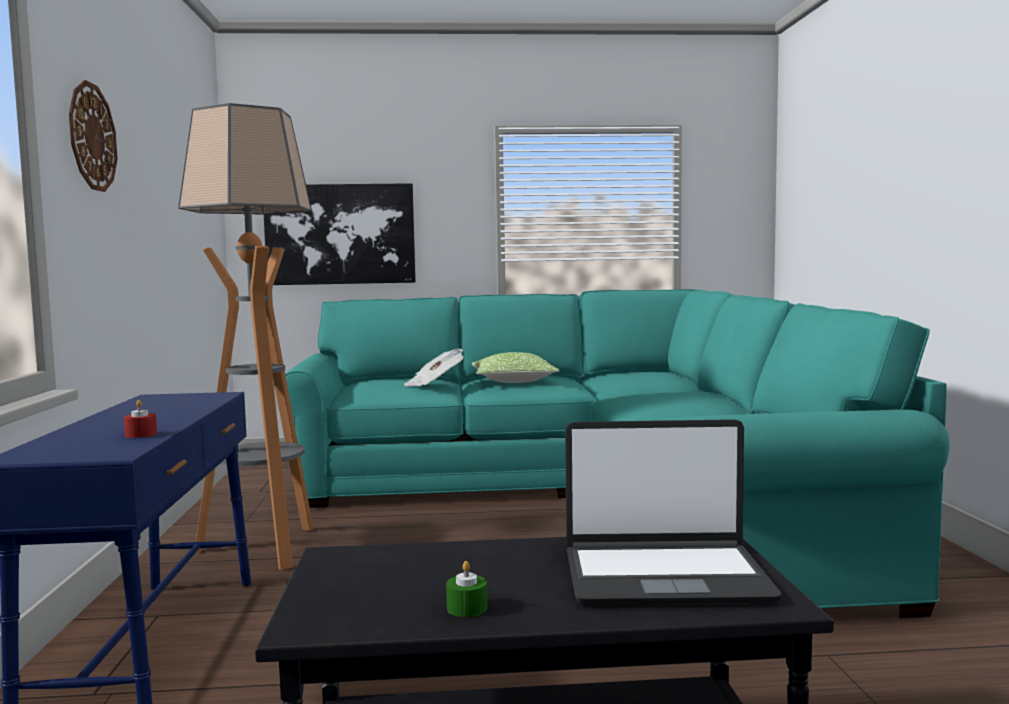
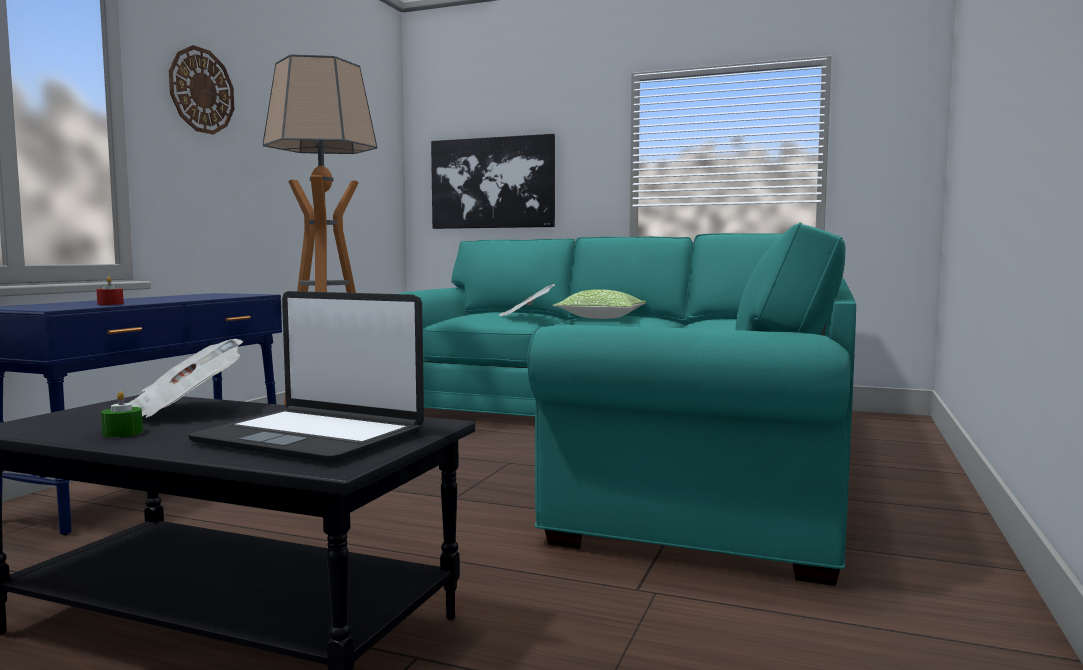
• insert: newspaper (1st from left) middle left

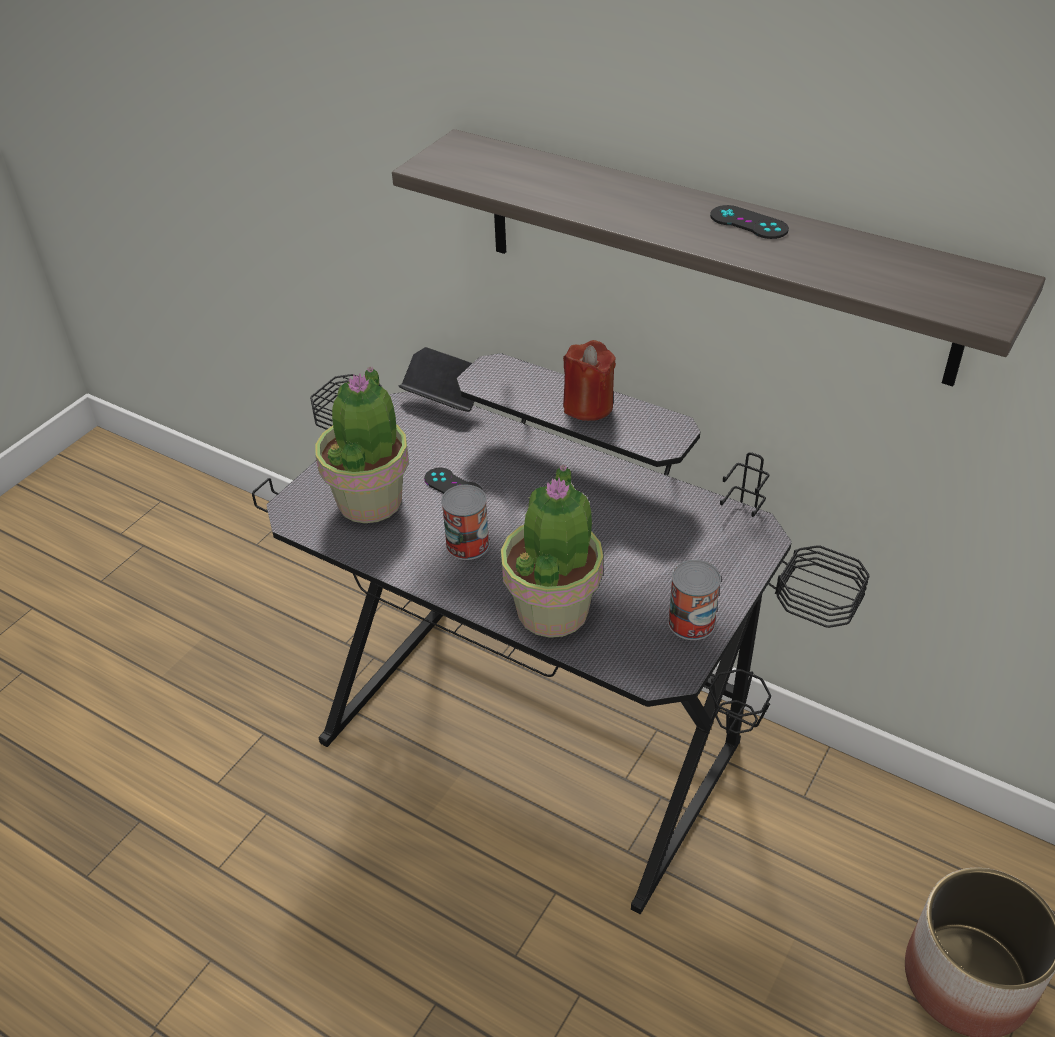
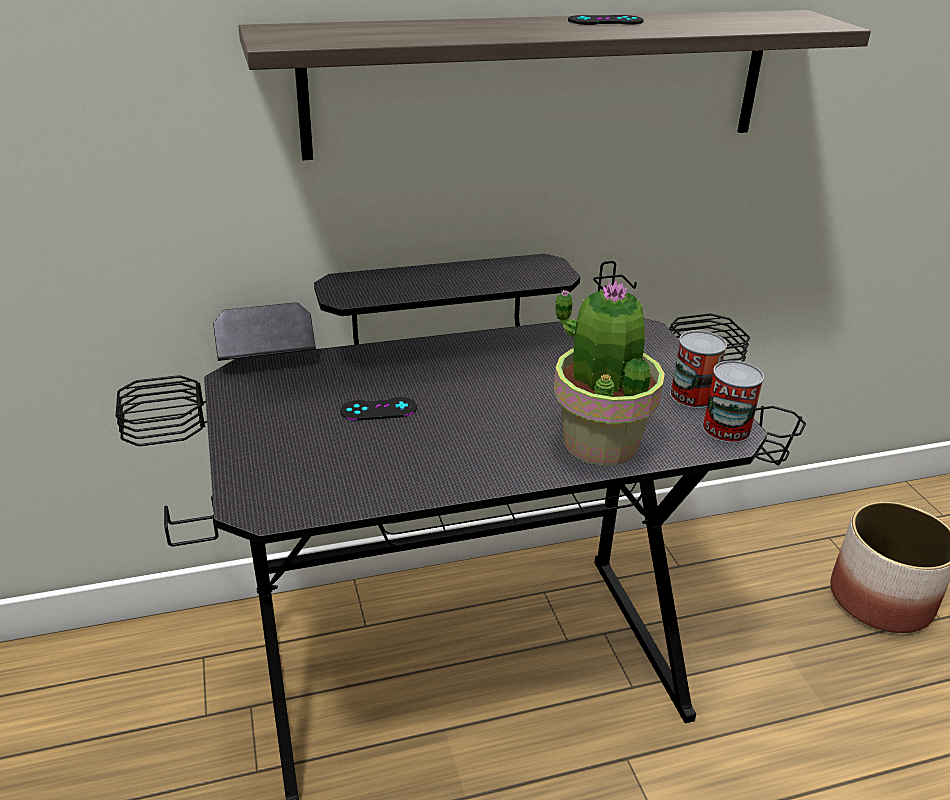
• delete: potted plant (1st from left) centre
• move: can (1st from left in the first image) centre to can (2nd from left) middle right
• delete: red candle centre

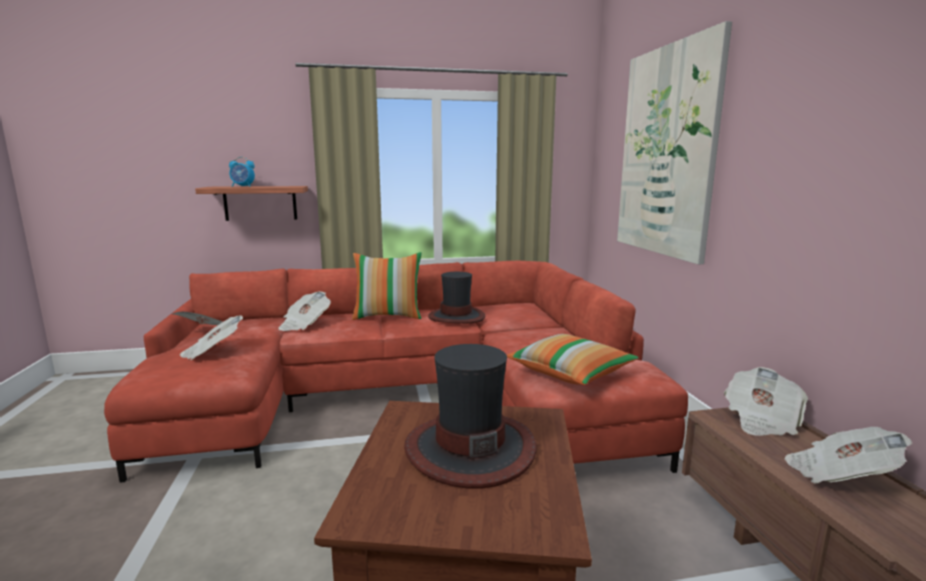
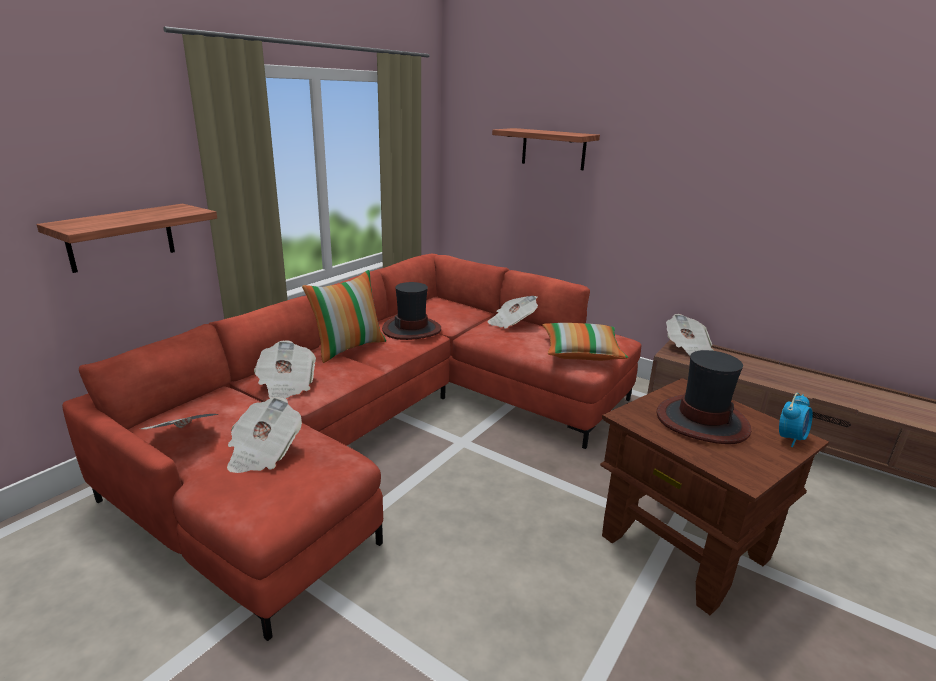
• move: alarm clock top left to middle right
• replace: picture top right to shelf (2nd from left) top centre
• move: newspaper (5th from left in the first image) bottom right to newspaper (4th from left) centre

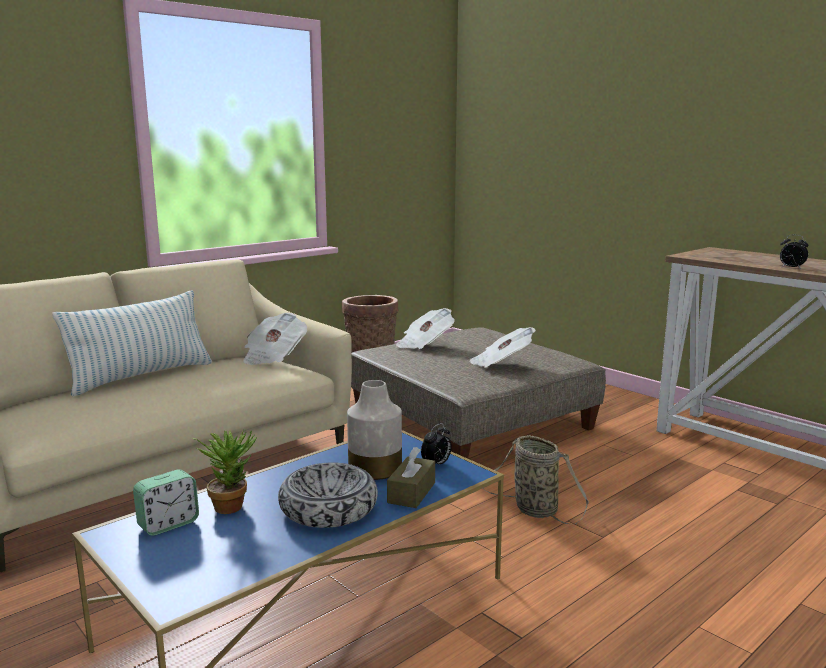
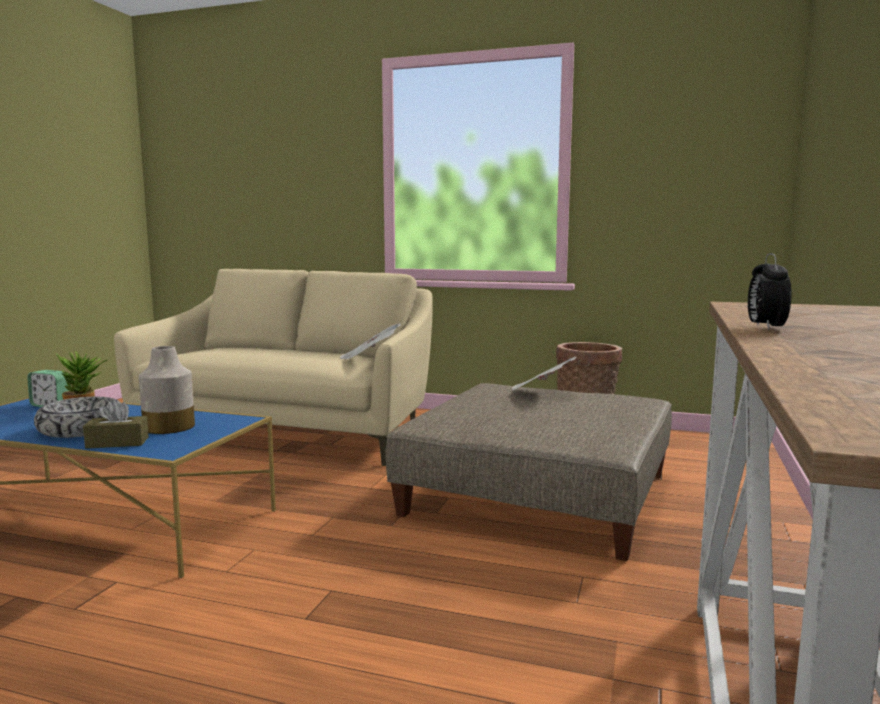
• delete: pillow middle left
• delete: alarm clock (2nd from left) centre
• delete: newspaper (3rd from left) centre
• delete: basket (2nd from left) bottom centre

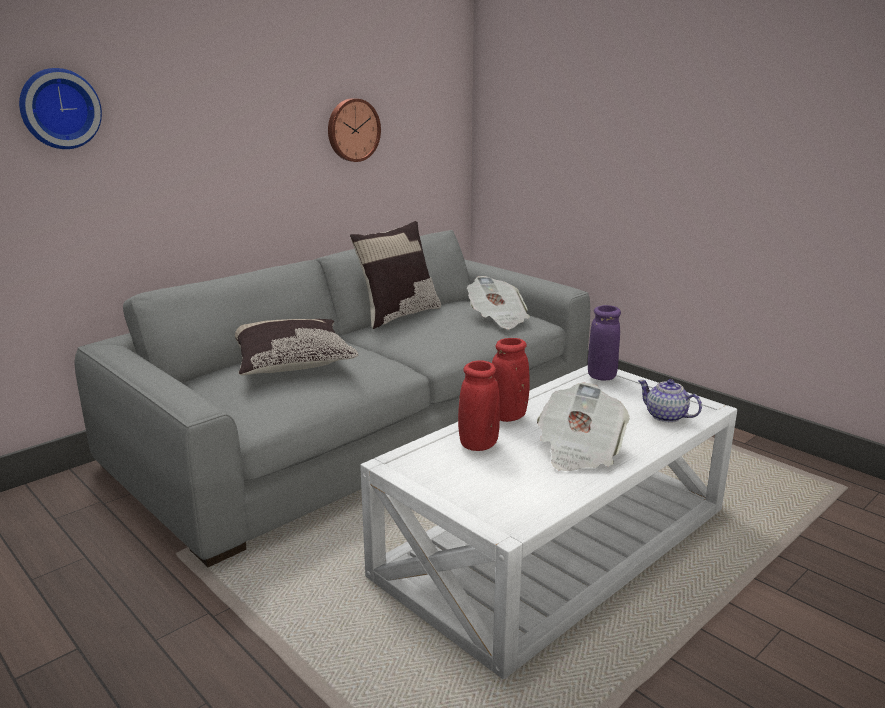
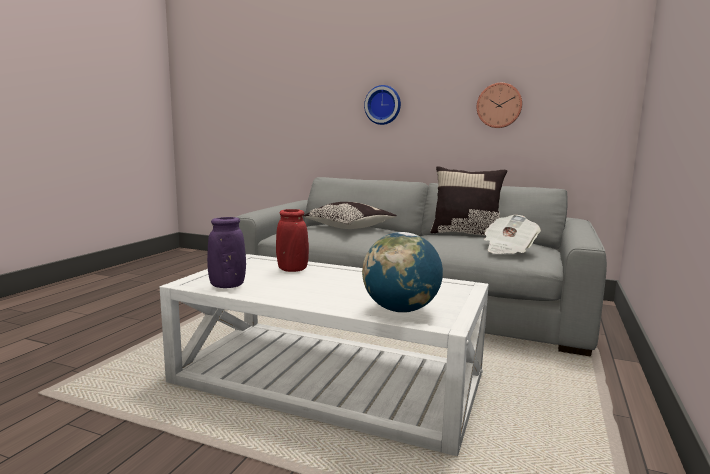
• move: wall clock (1st from left) top left to top centre
• delete: red vase (2nd from left) centre
• delete: newspaper (2nd from left) centre
• move: purple vase middle right to middle left
• replace: teapot middle right to globe centre

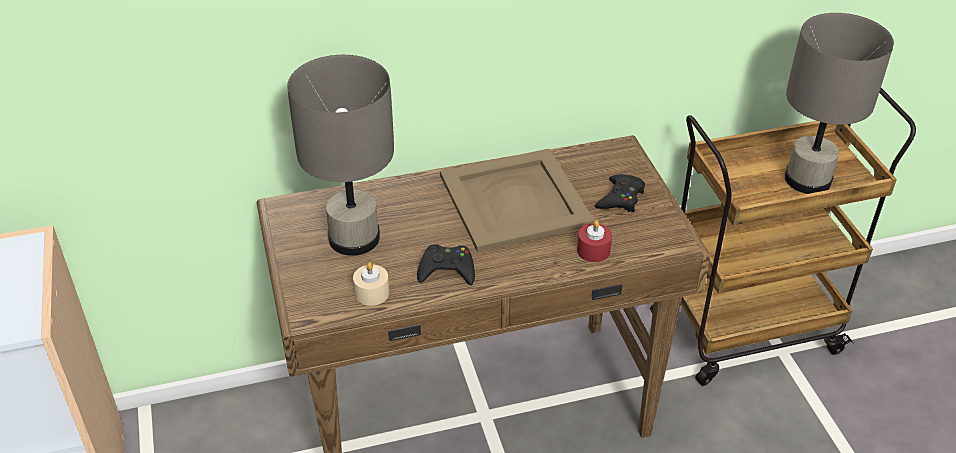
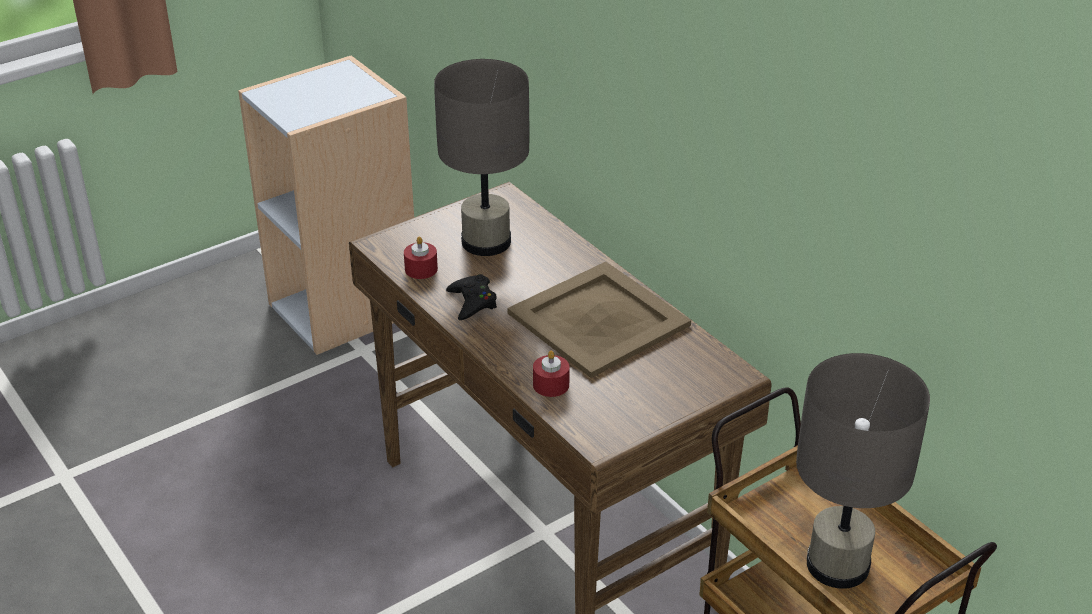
• recolor: beige candle centre to red candle (1st from left) centre
• delete: black game controller (2nd from left) centre

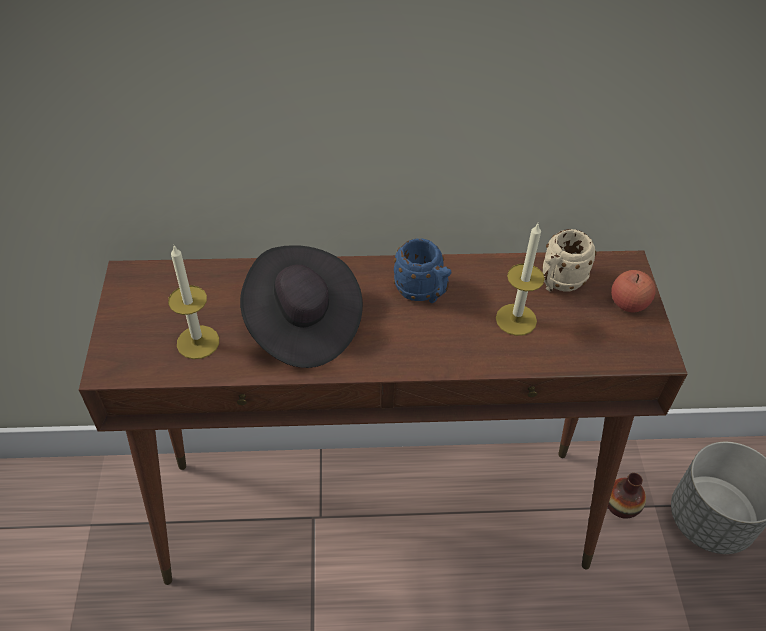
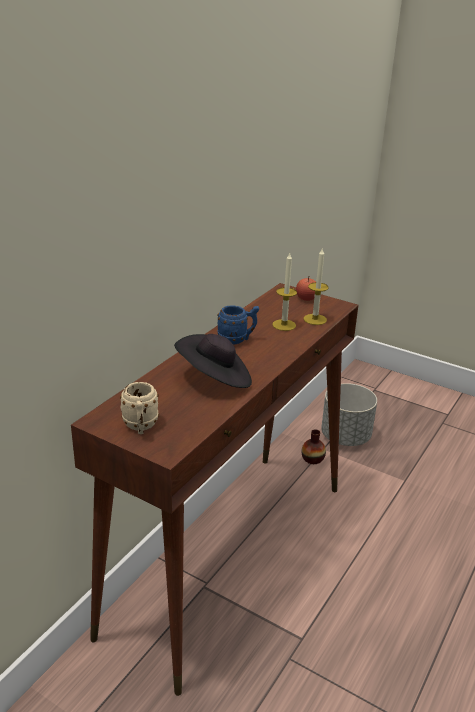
• move: candle (1st from left in the first image) middle left to candle (2nd from left) centre
• move: beige mug middle right to middle left

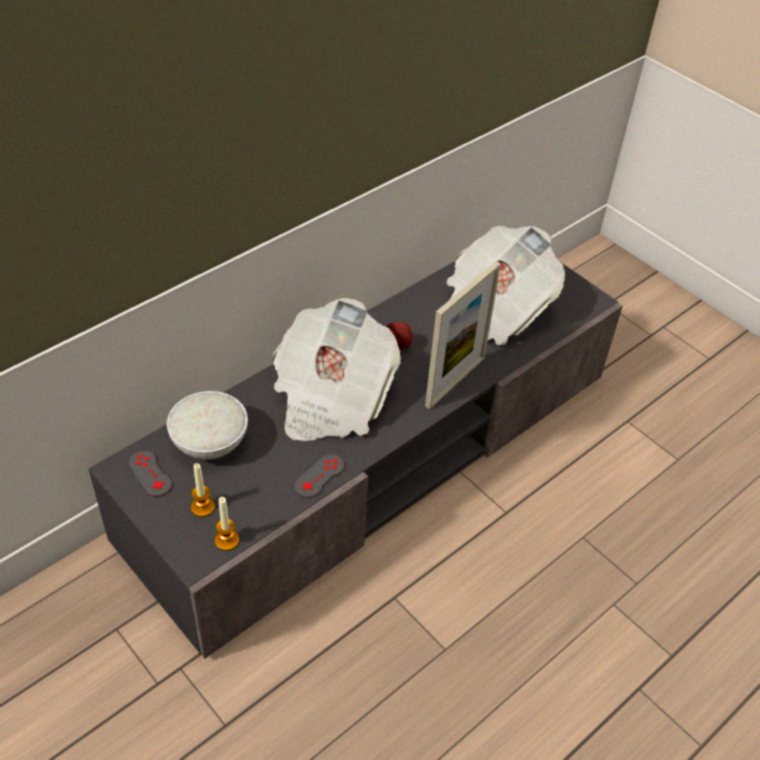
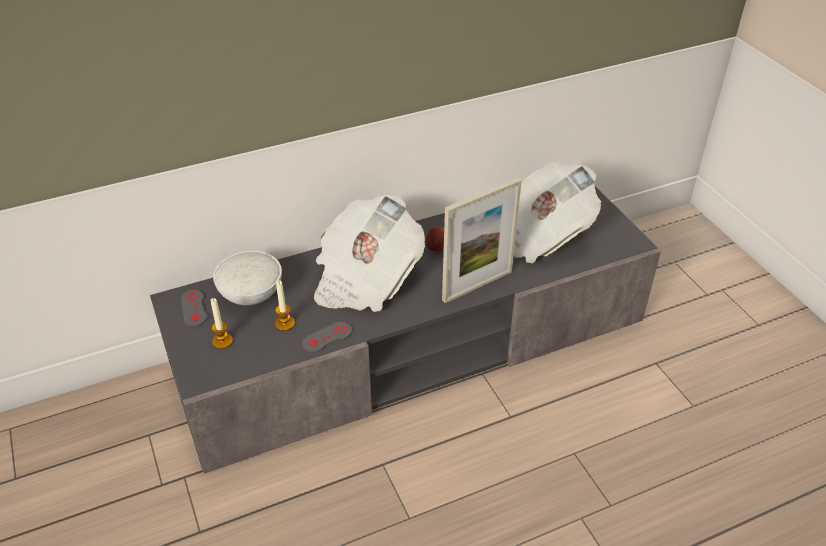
• move: candle (2nd from left) bottom left to centre

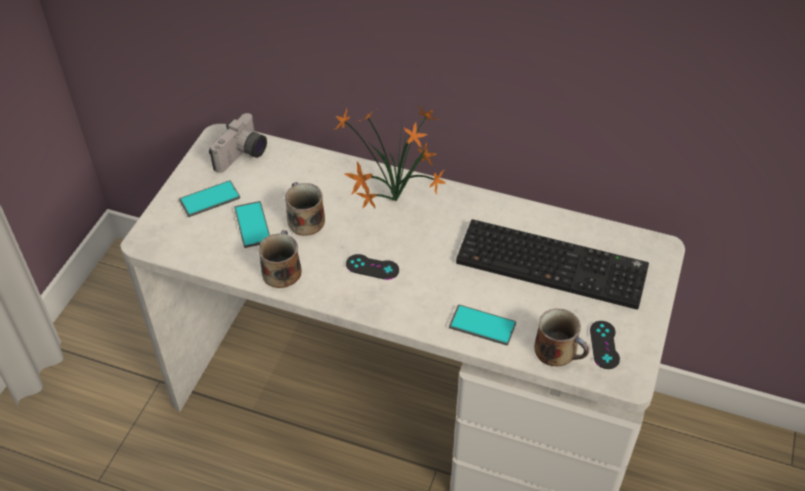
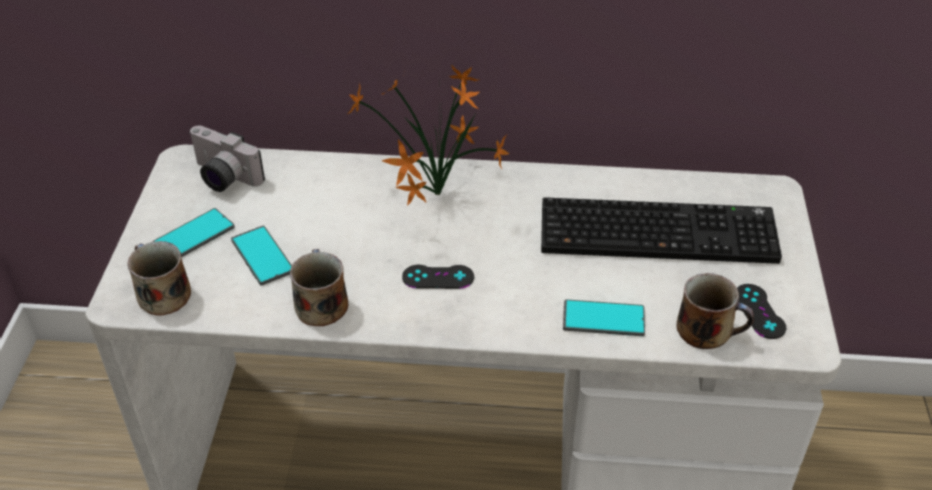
• rotate: photo camera top left = top left 105 degrees clockwise
• move: mug (2nd from left in the first image) centre to mug (1st from left) middle left

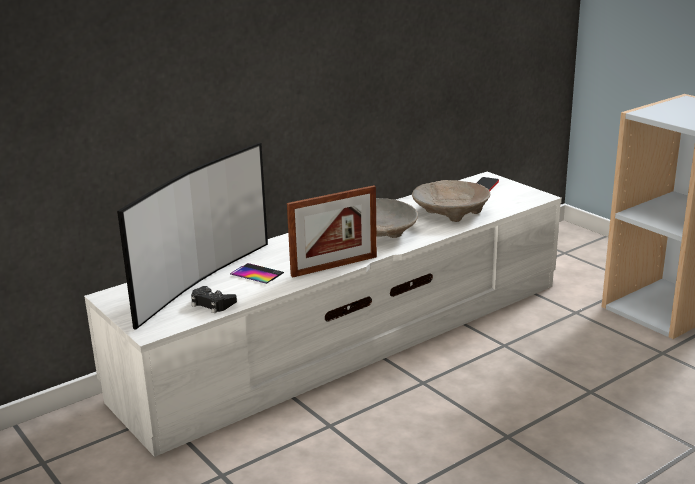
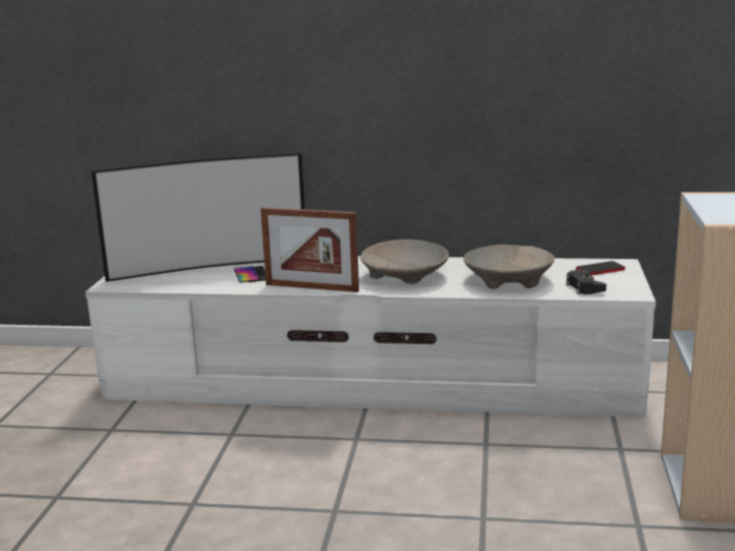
• move: black game controller middle left to middle right

